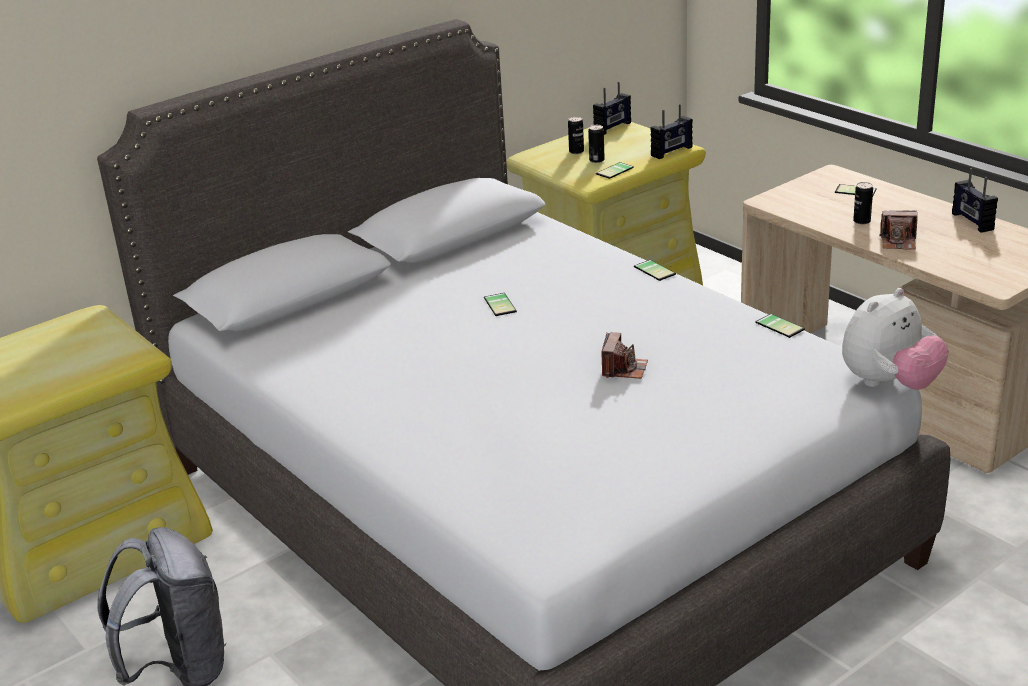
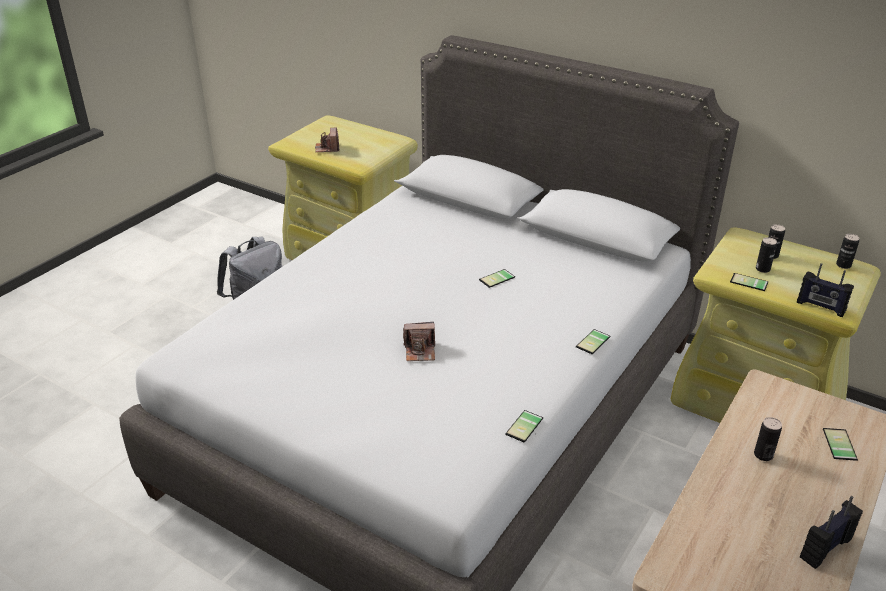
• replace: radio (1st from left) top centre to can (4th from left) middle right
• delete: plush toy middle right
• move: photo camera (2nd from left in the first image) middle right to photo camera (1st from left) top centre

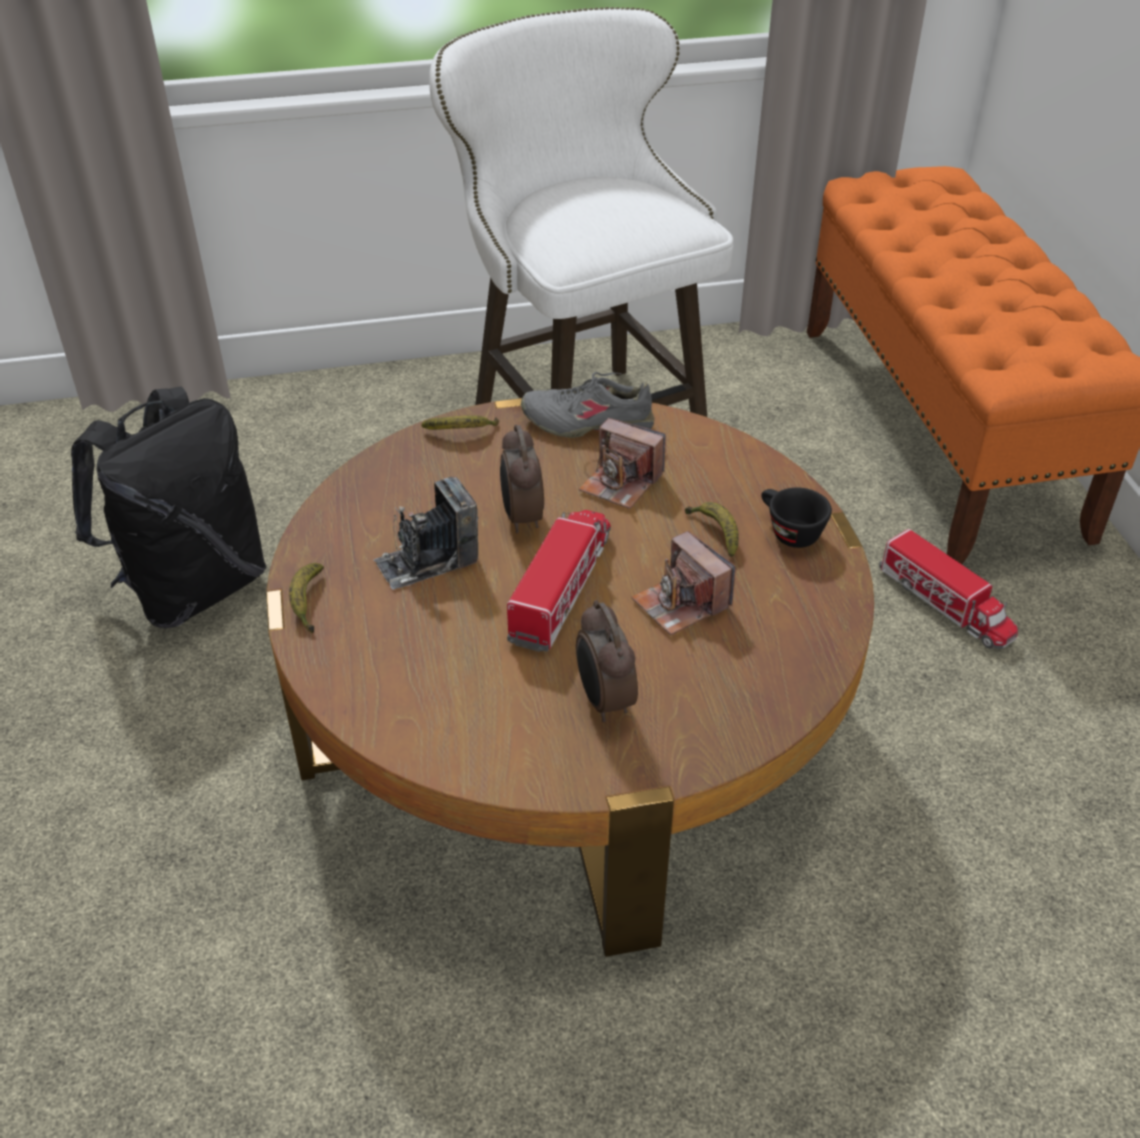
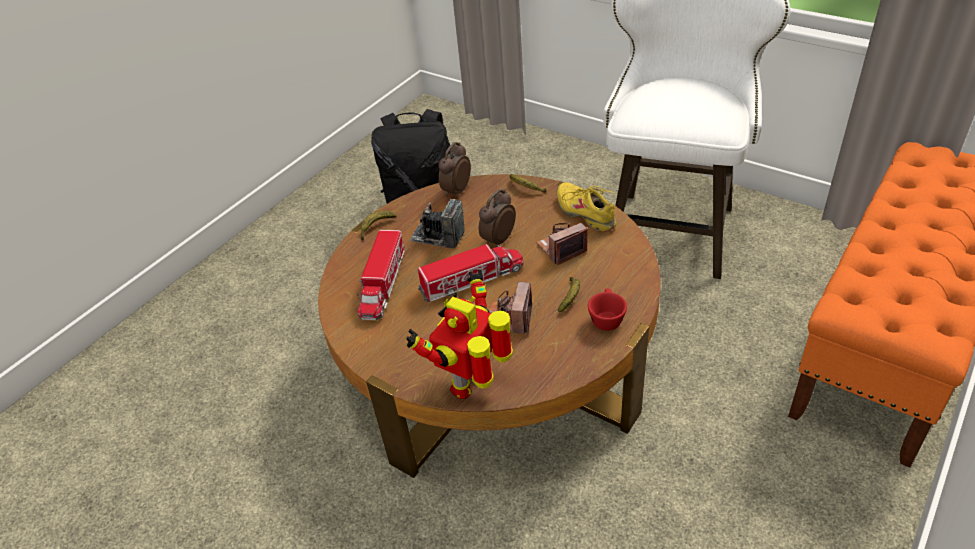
• recolor: grey shoe centre to yellow shoe centre
• move: alarm clock (2nd from left in the first image) centre to alarm clock (1st from left) top centre
• rotate: photo camera (2nd from left in the first image) centre = centre 75 degrees clockwise
• recolor: black cup middle right to red cup centre
• move: toy truck (2nd from left in the first image) middle right to toy truck (1st from left) centre
• insert: toy robot centre

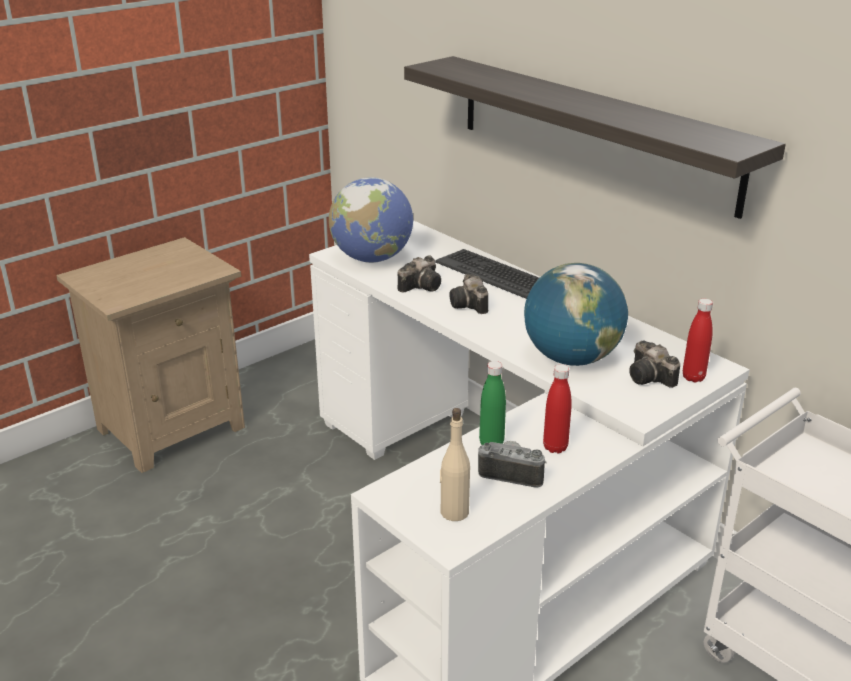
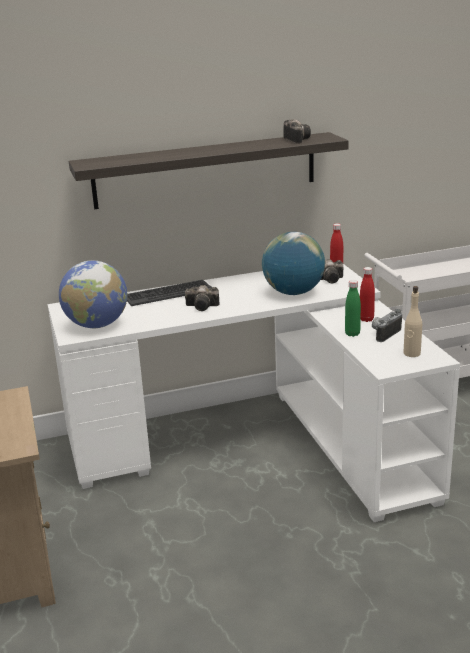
• move: photo camera (1st from left in the first image) centre to photo camera (2nd from left) top centre

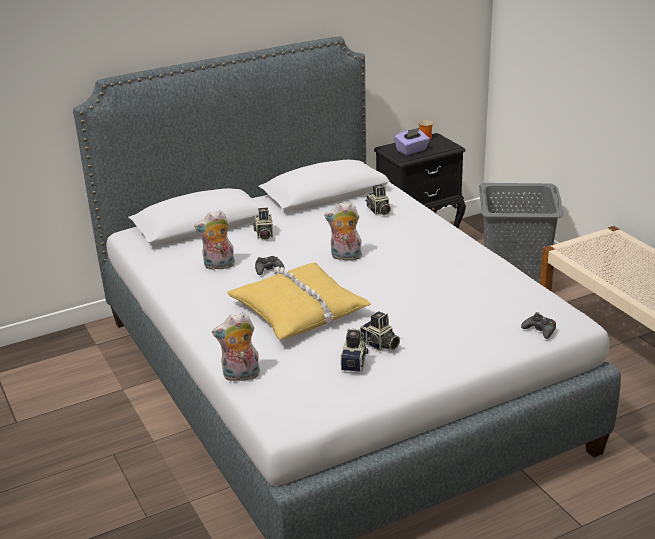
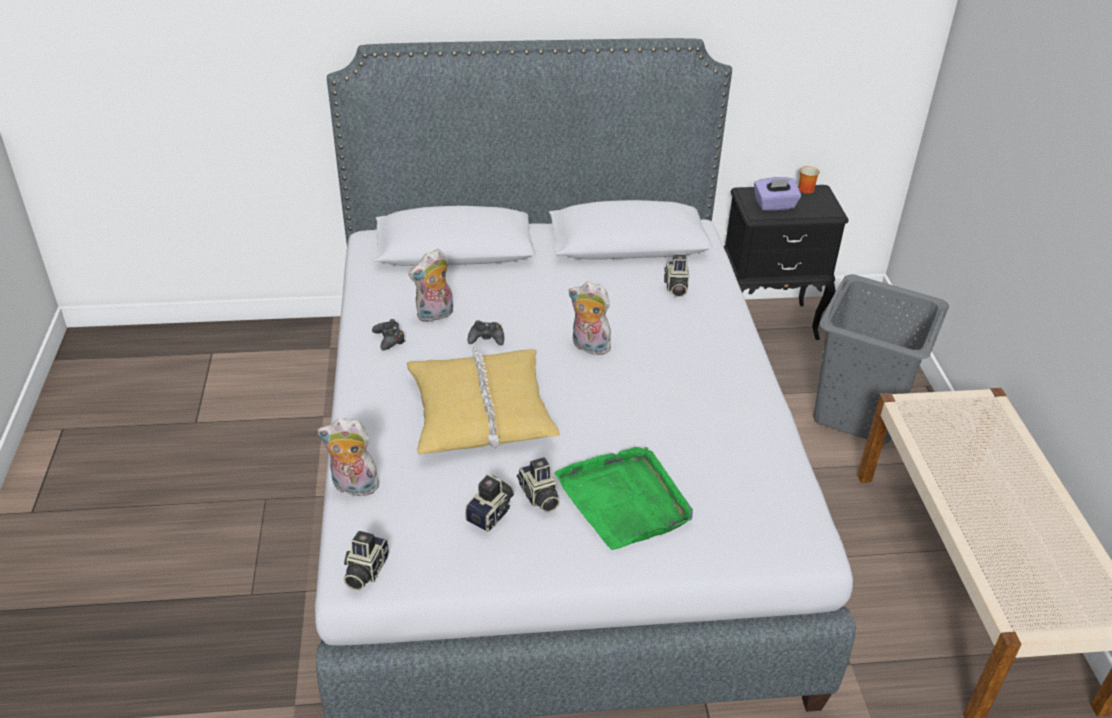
• rotate: plush toy (1st from left in the first image) middle left = centre 45 degrees counterclockwise
• move: photo camera (1st from left) centre to bottom left
• move: black game controller (2nd from left in the first image) middle right to black game controller (1st from left) centre
• insert: green tray bottom centre

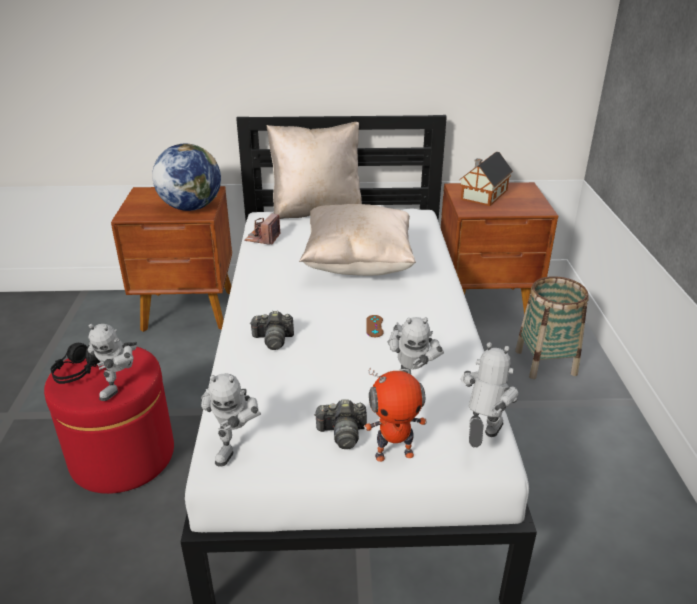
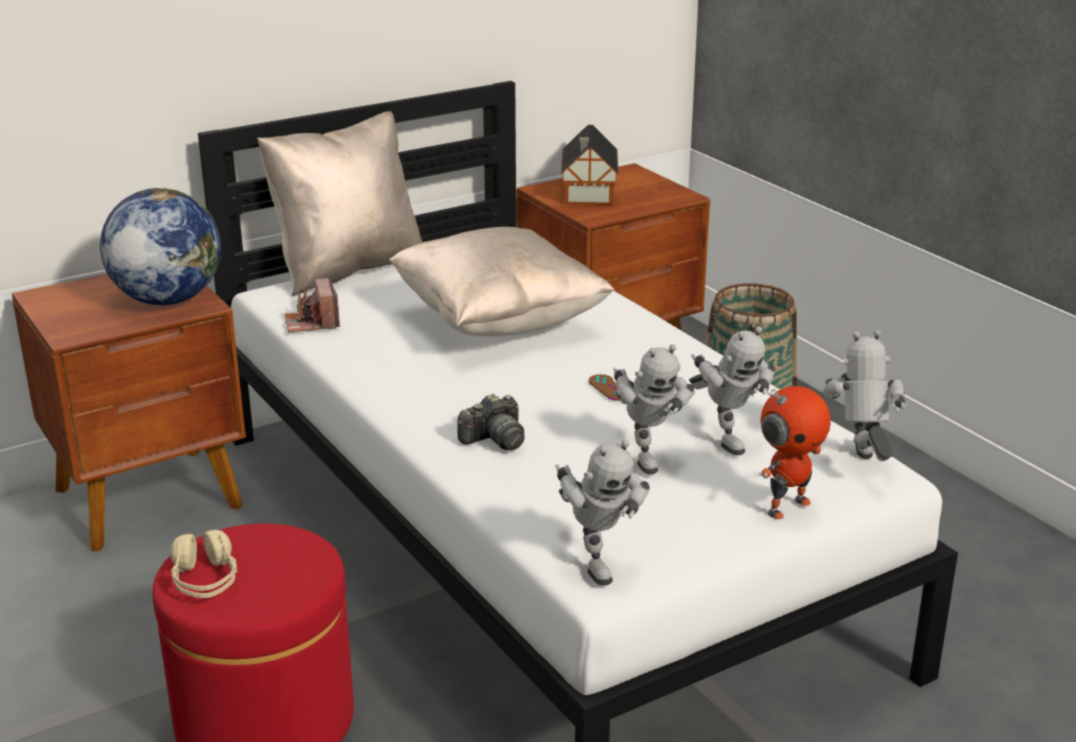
• recolor: black headphones middle left to beige headphones bottom left
• move: toy robot (1st from left in the first image) middle left to toy robot (2nd from left) centre
• delete: photo camera (3rd from left) bottom centre

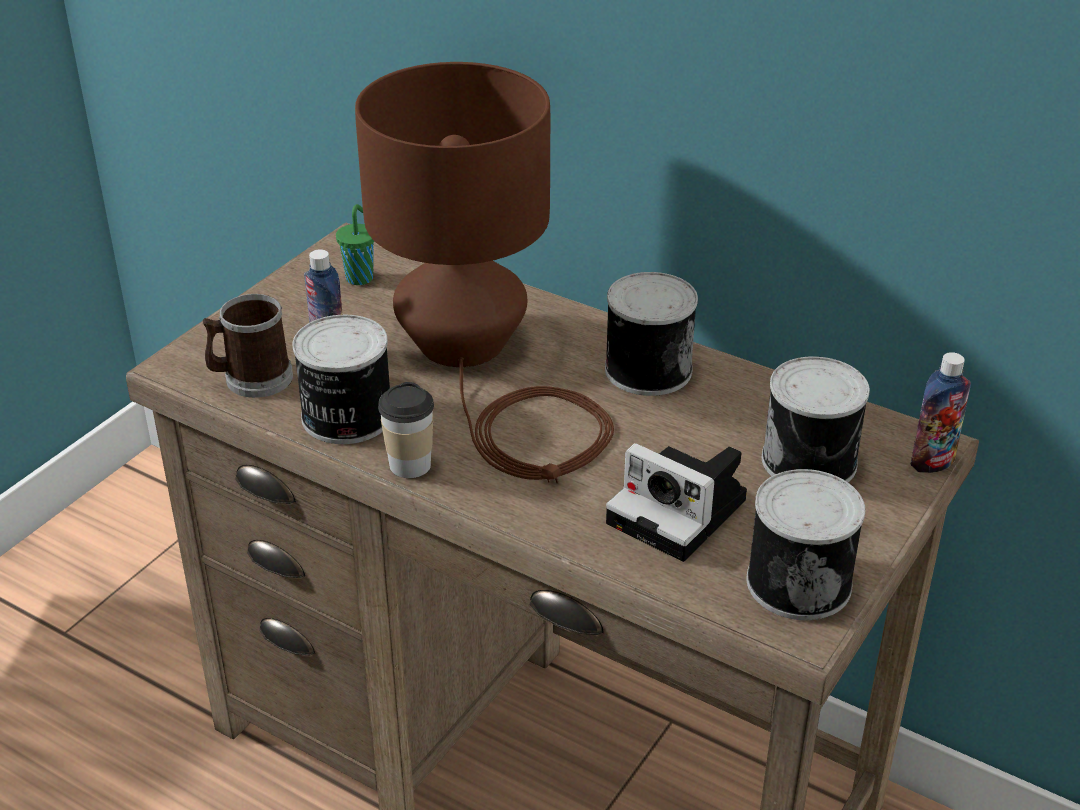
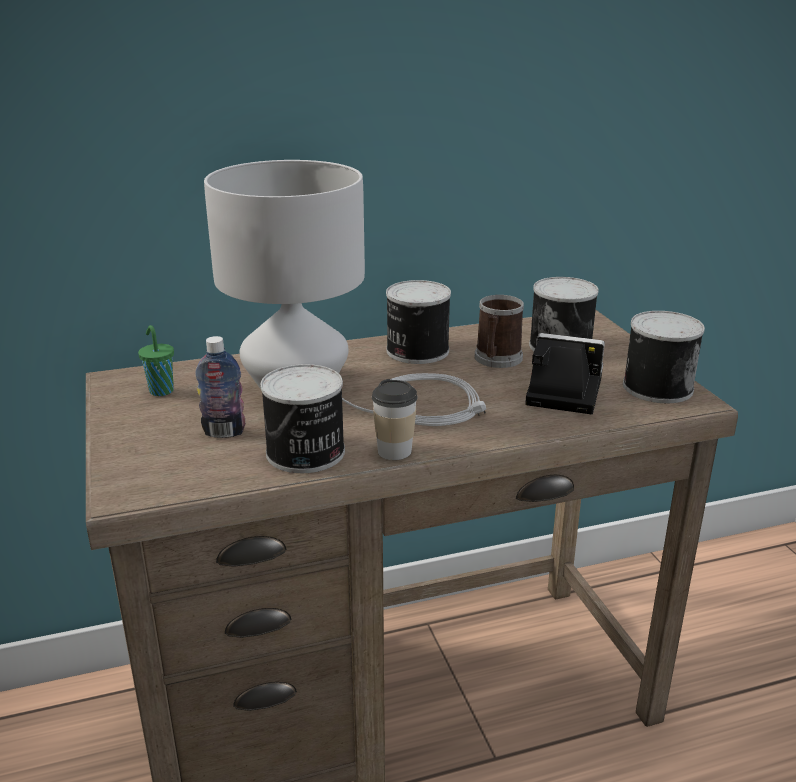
• move: mug middle left to centre
• recolor: brown table lamp centre to grey table lamp centre
• rotate: photo camera centre = middle right 150 degrees counterclockwise
• delete: bottle (2nd from left) middle right

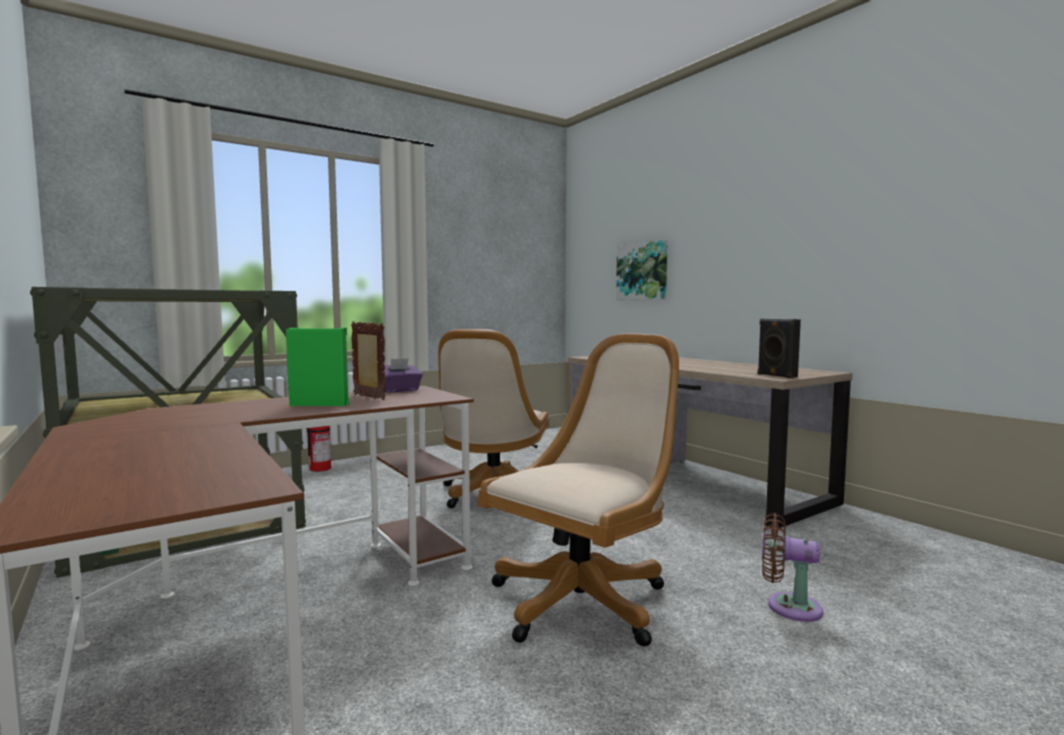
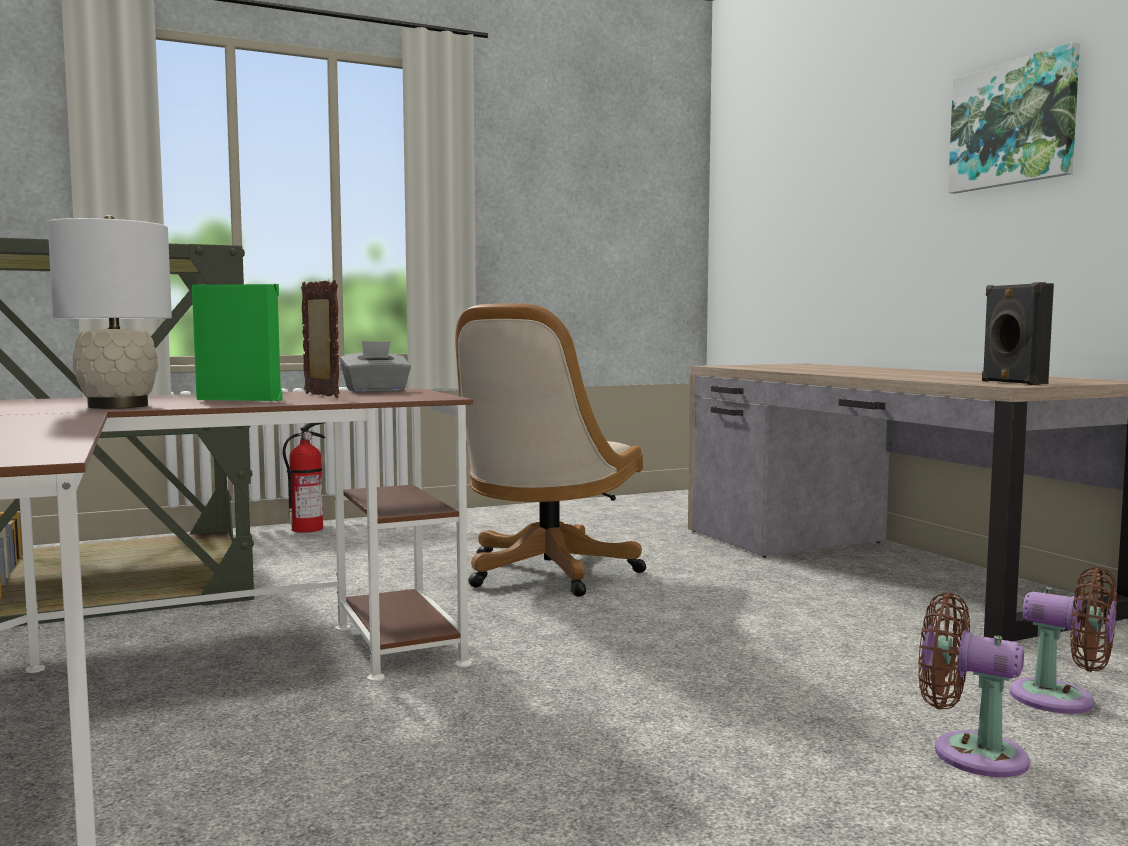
• recolor: purple tissue box centre to grey tissue box middle left
• delete: office chair (2nd from left) bottom centre
• move: picture centre to top right
• insert: white table lamp middle left
• insert: brown fan (2nd from left) bottom right

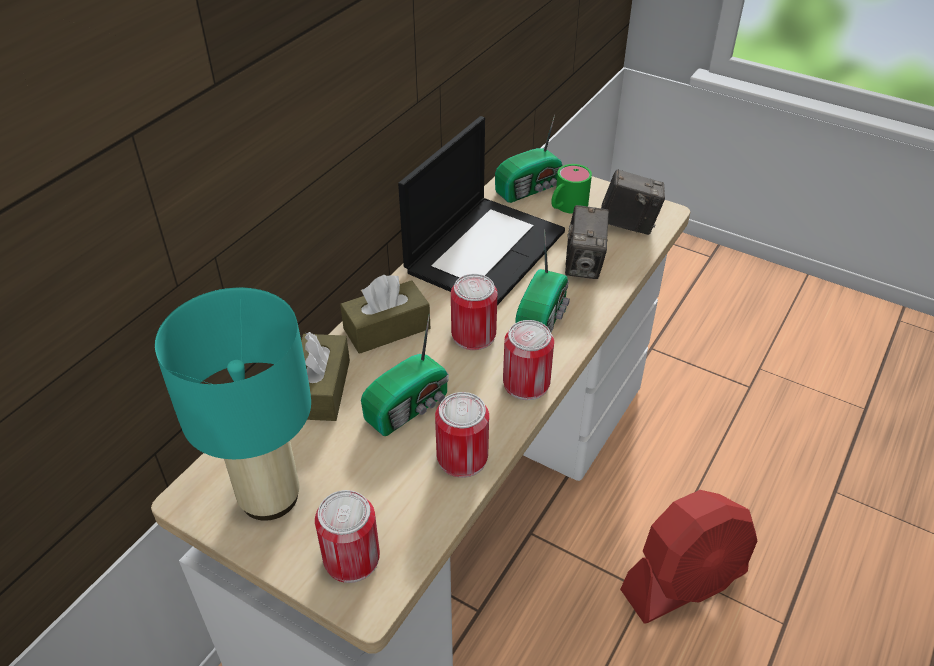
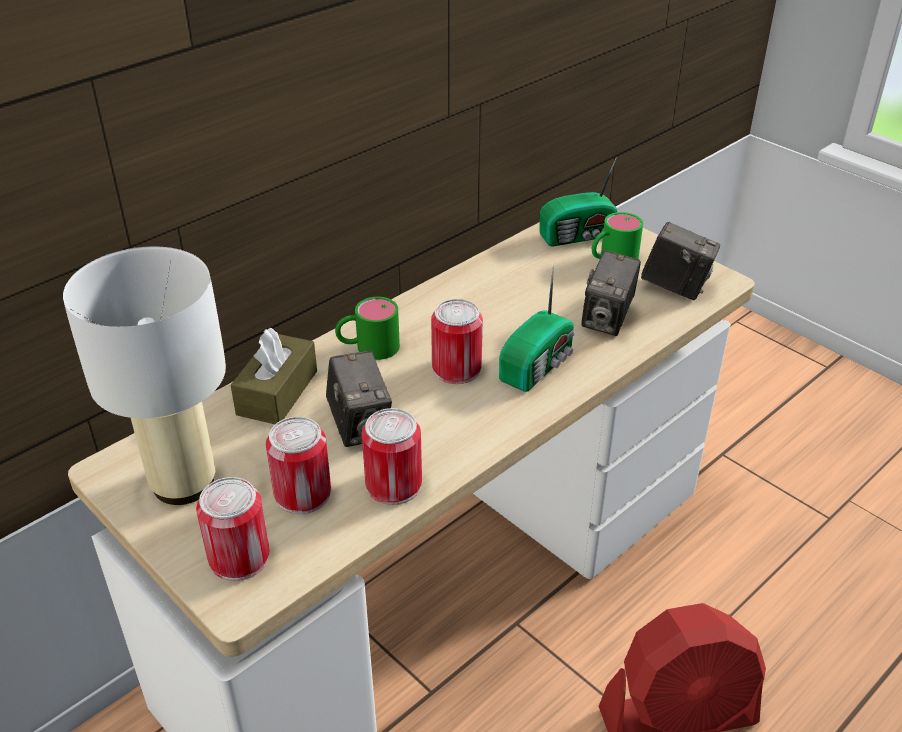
• recolor: turquoise table lamp middle left to white table lamp middle left
• replace: brown tissue box (2nd from left) centre to green mug (1st from left) centre
• replace: radio (1st from left) centre to photo camera (1st from left) centre
• delete: laptop top centre
• move: can (4th from left in the first image) centre to can (2nd from left) middle left

